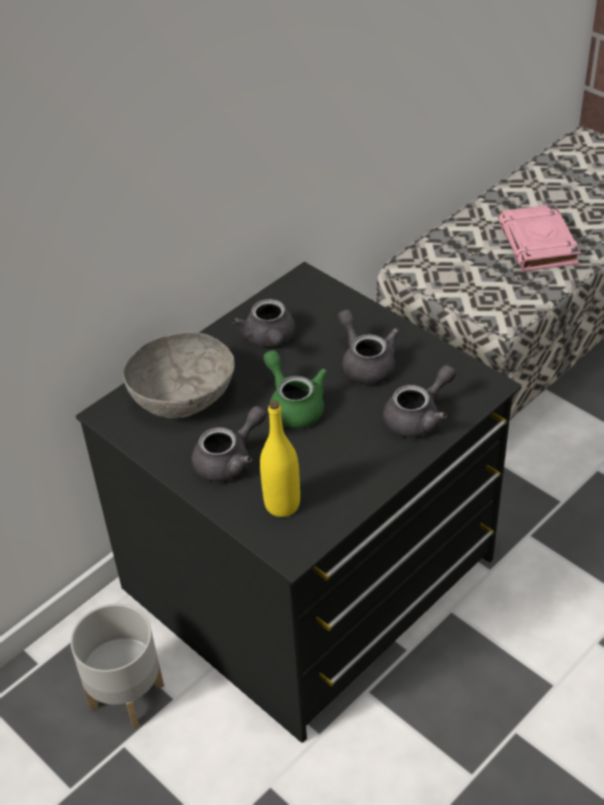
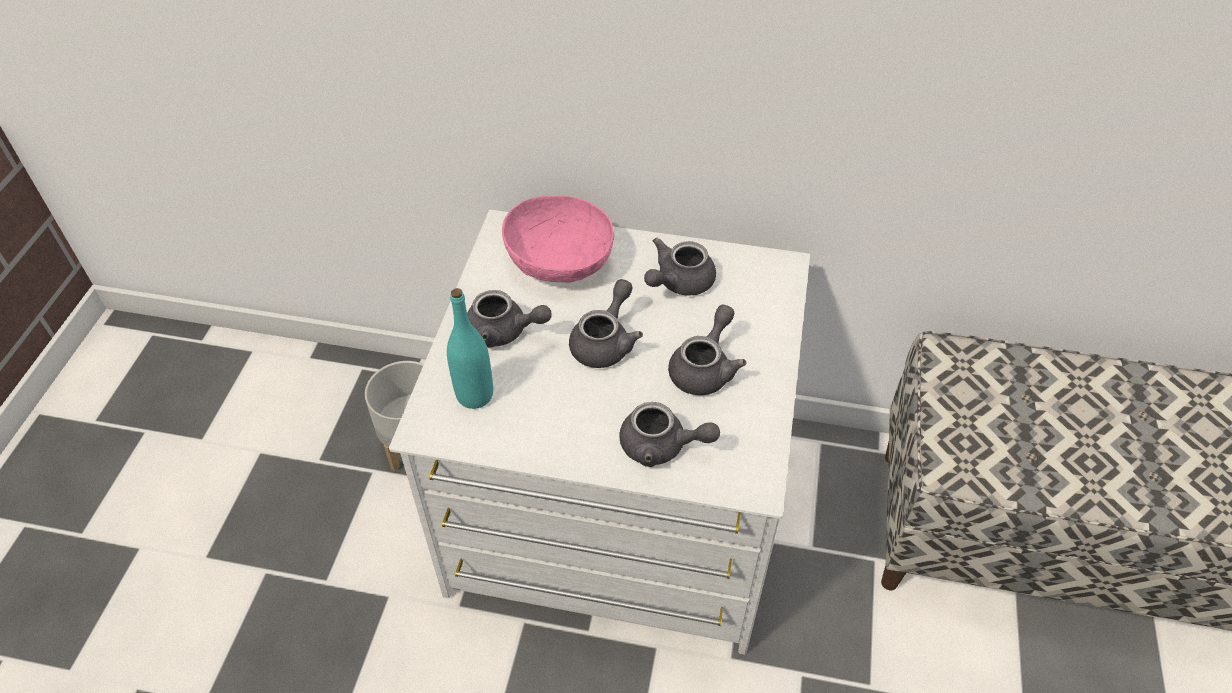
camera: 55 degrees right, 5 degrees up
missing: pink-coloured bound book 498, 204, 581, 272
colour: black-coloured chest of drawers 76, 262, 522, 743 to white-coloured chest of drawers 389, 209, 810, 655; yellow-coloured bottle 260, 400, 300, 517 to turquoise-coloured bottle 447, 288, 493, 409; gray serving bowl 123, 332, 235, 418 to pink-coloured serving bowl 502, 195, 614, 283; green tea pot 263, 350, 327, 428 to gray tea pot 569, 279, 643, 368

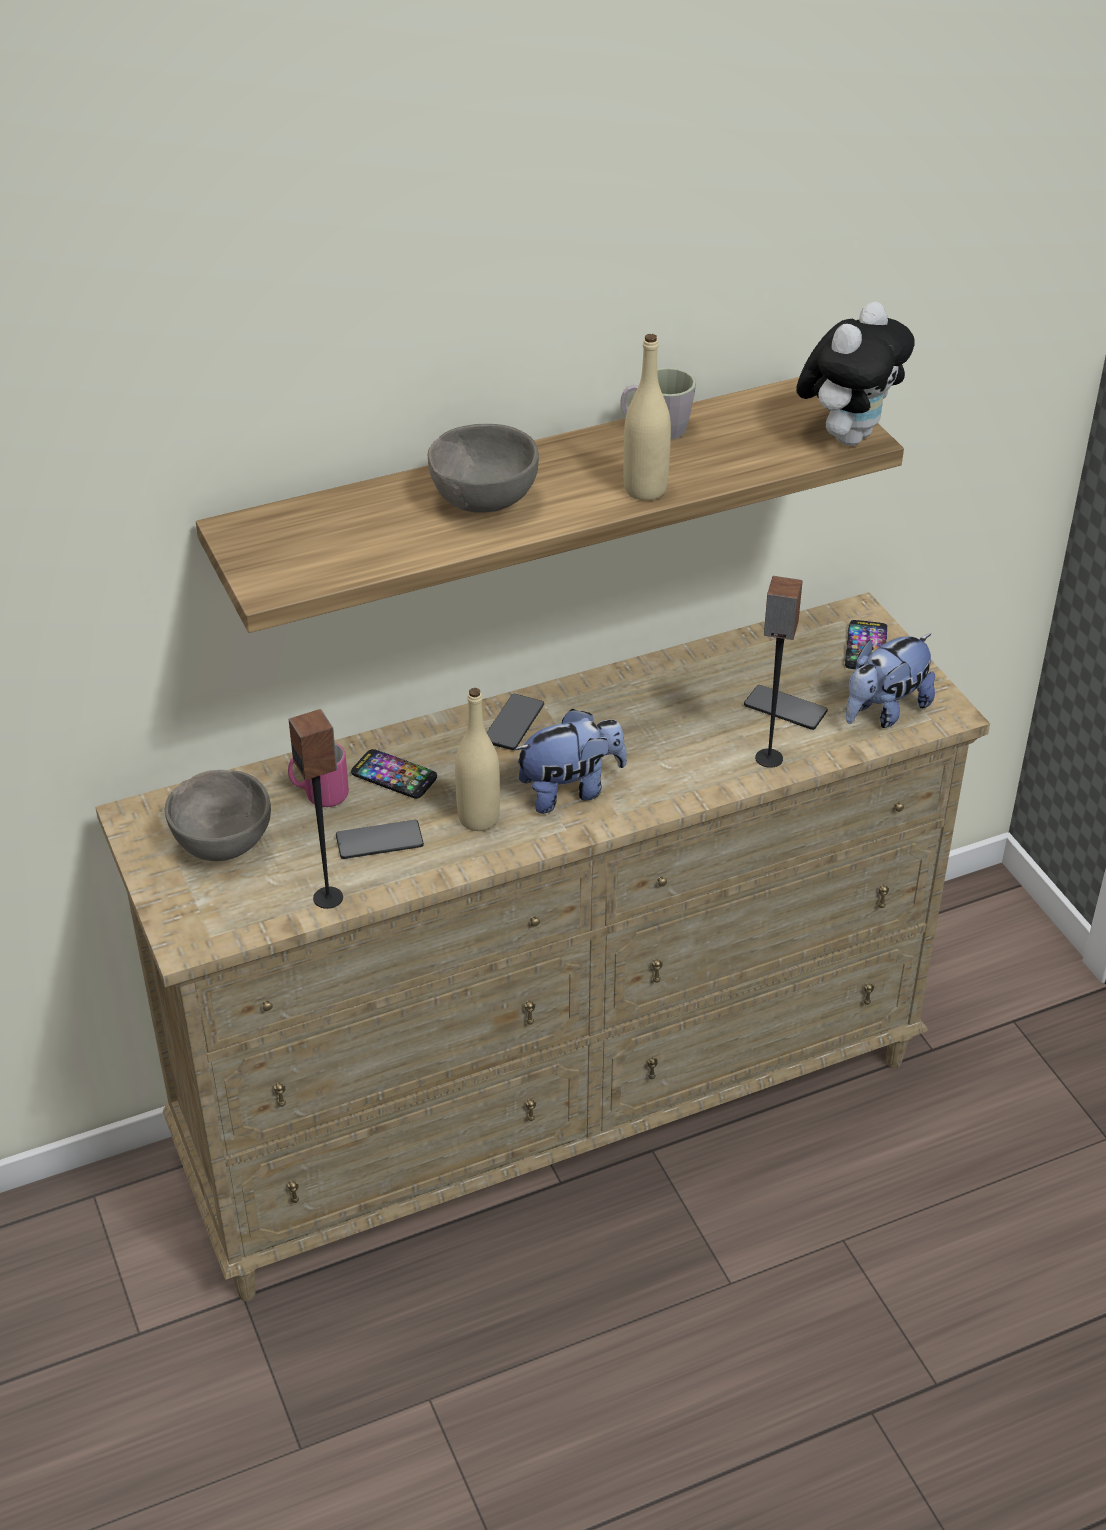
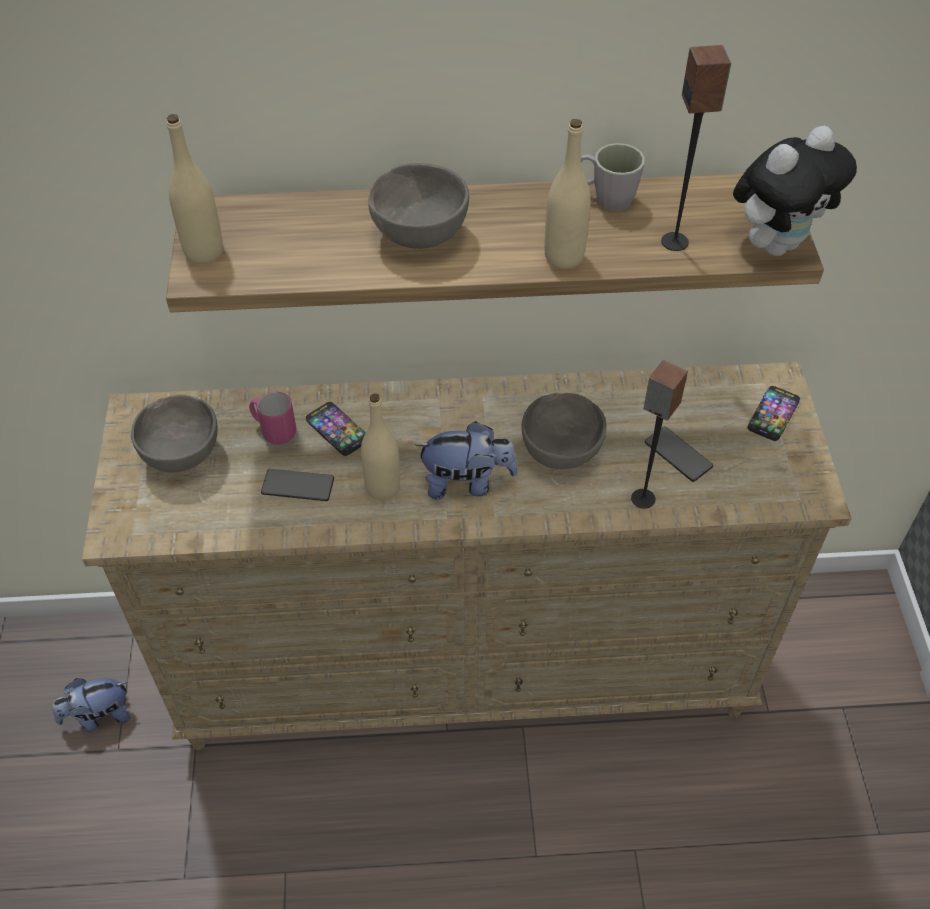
camera: 20 degrees right, 10 degrees up
missing: handset 486, 694, 544, 750
appeared: beige-coloured bottle 167, 114, 223, 264; gray serving bowl 521, 393, 607, 469
relocated: cuddly toy 846, 633, 935, 728 to 52, 678, 131, 732; audio speaker 289, 709, 343, 909 to 661, 45, 731, 251

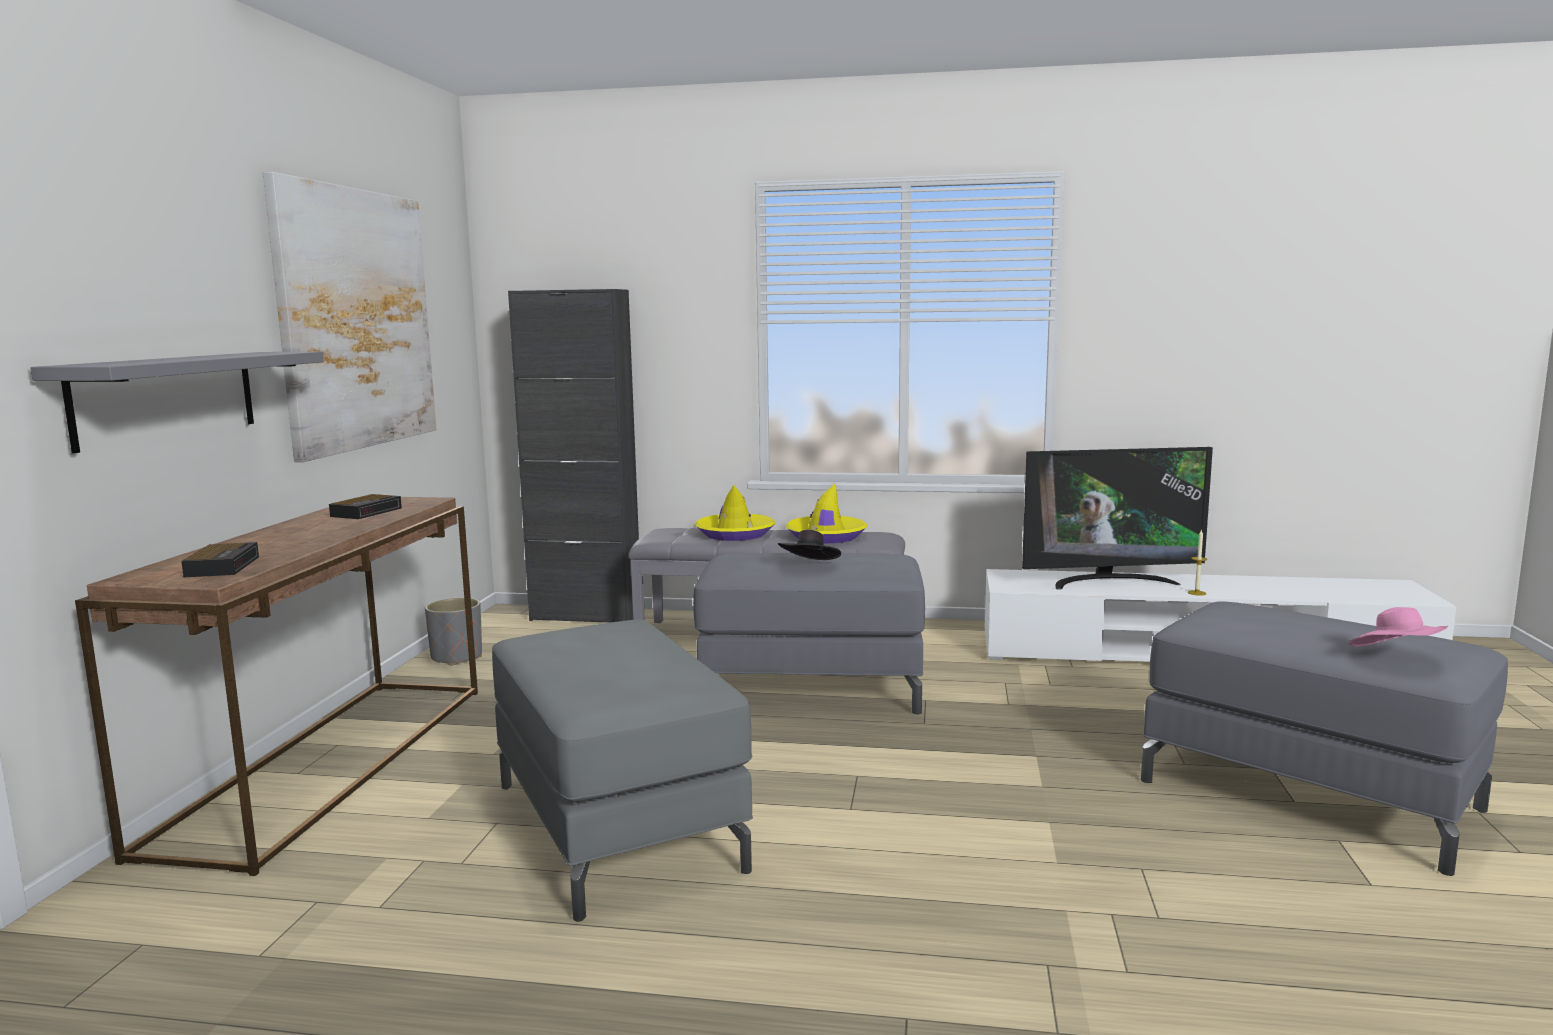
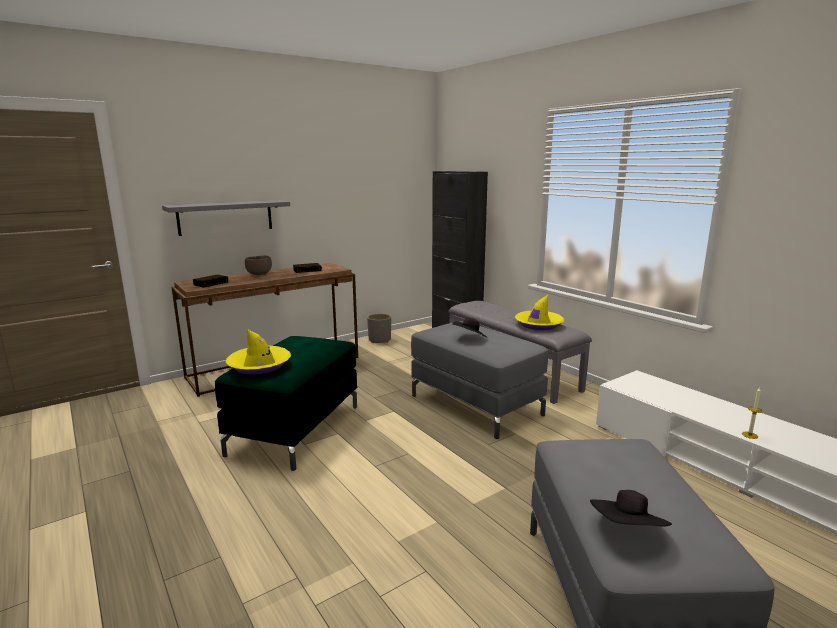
camera: 45 degrees right, 5 degrees up
missing: wall picture 263, 172, 437, 462; TV 1022, 447, 1213, 590
appeared: brown-coloured serving bowl 245, 255, 272, 275
relocated: yellow-coloured clothing hat 695, 485, 775, 541 to 226, 329, 291, 375
colour: gray ottoman 492, 619, 753, 922 to green ottoman 215, 336, 357, 471; pink-coloured clothing hat 1349, 607, 1449, 647 to black-coloured clothing hat 590, 490, 672, 527

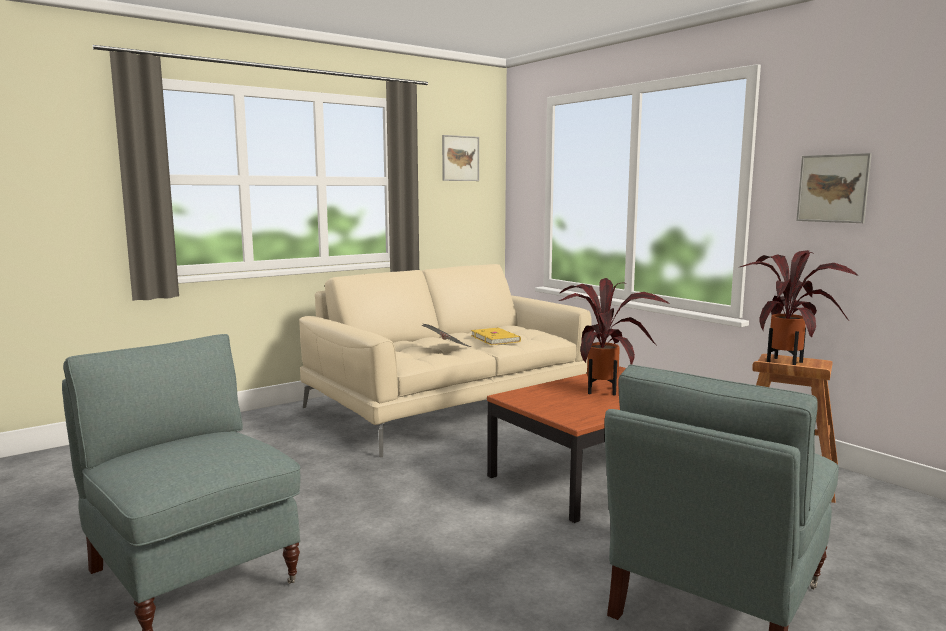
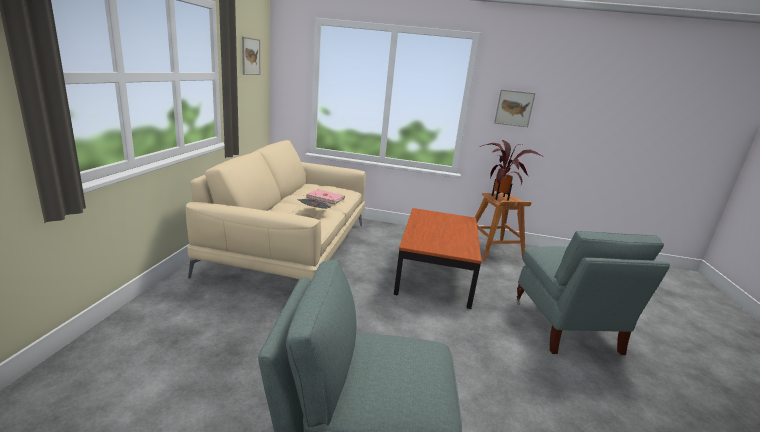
camera: 45 degrees left, 10 degrees up
missing: plant in a pot 559, 278, 670, 396
colour: yellow-coloured bound book 471, 328, 521, 345 to pink-coloured bound book 306, 189, 345, 205

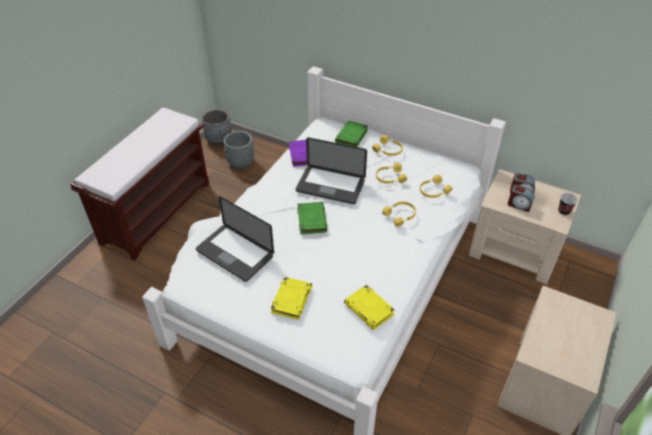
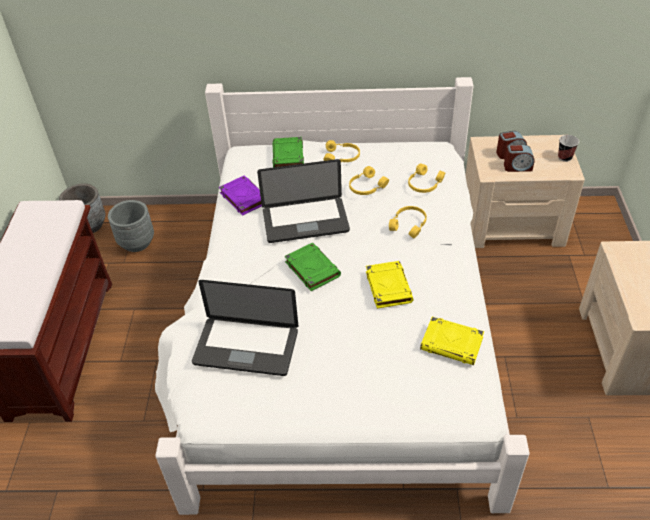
camera: 25 degrees left, 0 degrees up
relocated: yellow-coloured bound book 270, 277, 312, 320 to 366, 261, 414, 309

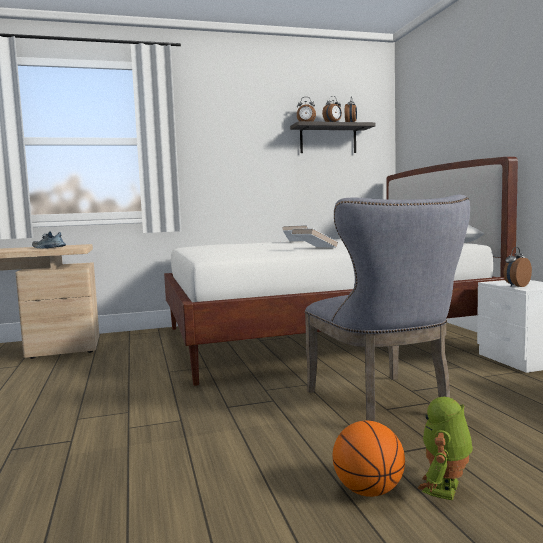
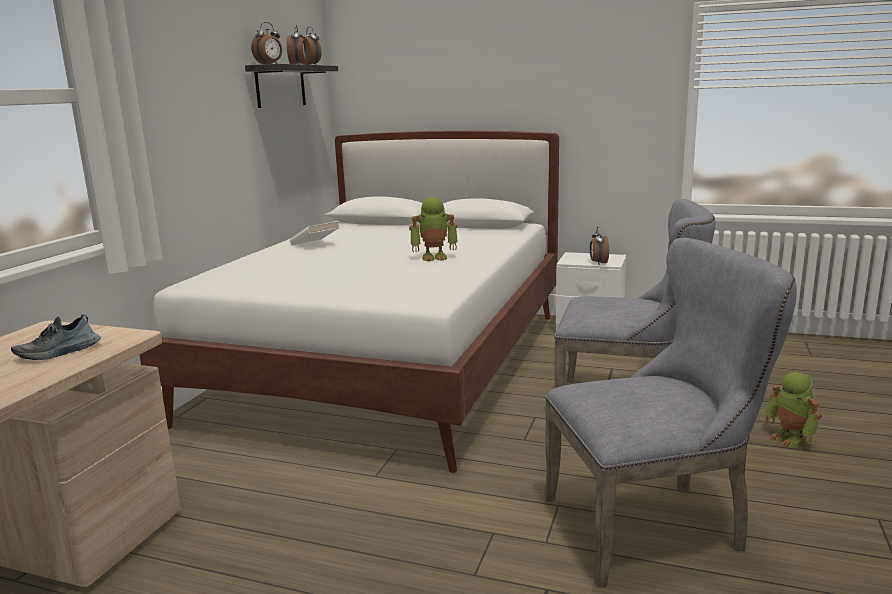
camera: 55 degrees left, 10 degrees up
missing: basketball 333, 421, 405, 497
appeared: gray plain chair 544, 238, 797, 588
exchanged: white-coloured bound book 291, 228, 338, 248 to model robot 409, 197, 458, 262

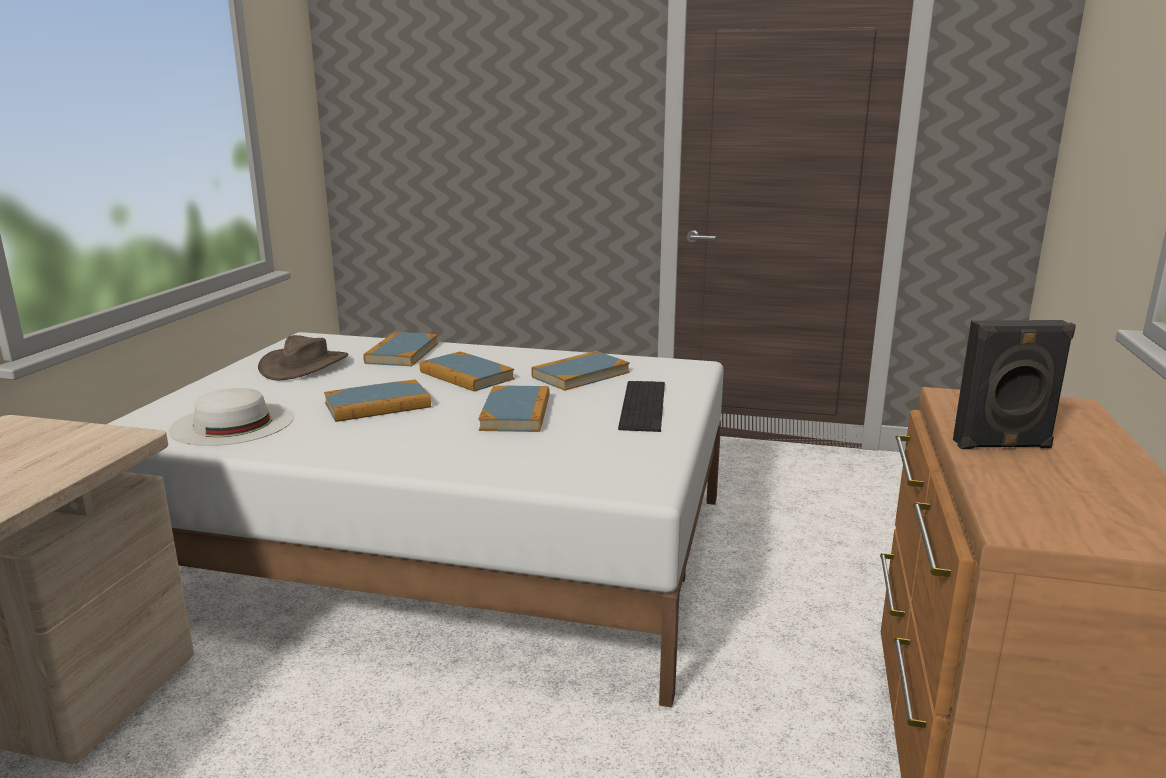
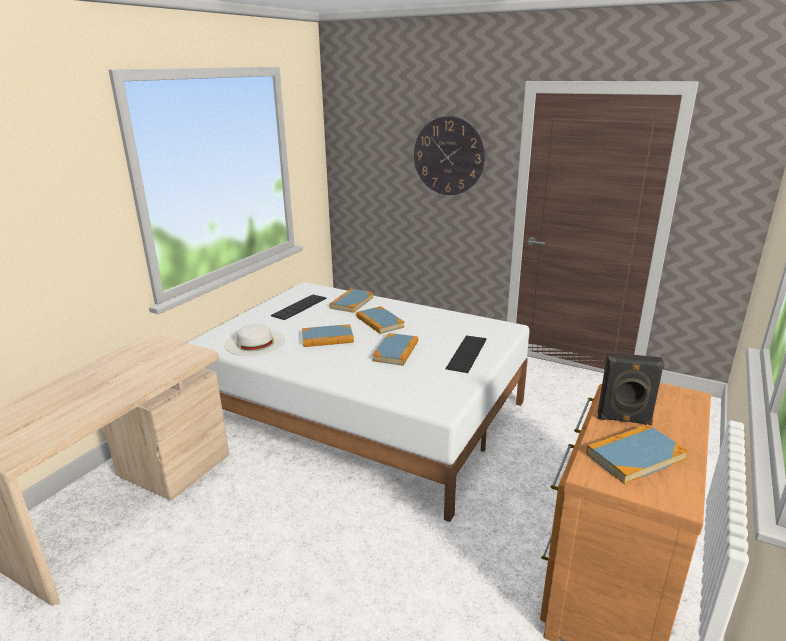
camera: 15 degrees right, 5 degrees up
appeared: clock on the wall 414, 116, 485, 195
relocated: bound book 531, 351, 630, 391 to 586, 424, 688, 484
exchanged: brown-coloured clothing hat 258, 335, 348, 381 to PC keyboard 271, 294, 327, 320

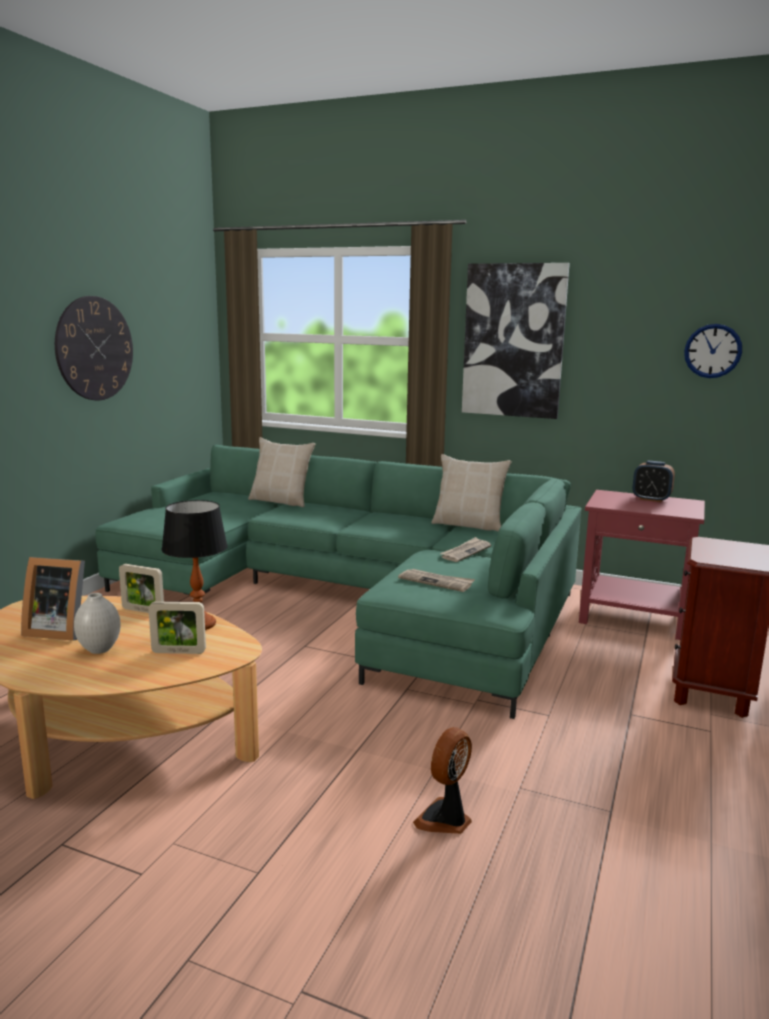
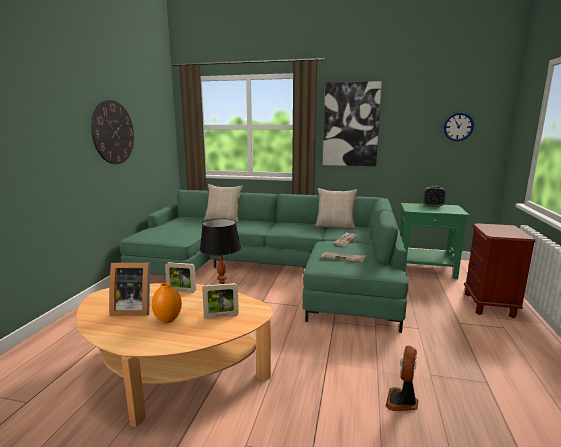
camera: 10 degrees left, 0 degrees up
colour: white-coloured vase 74, 593, 121, 654 to orange vase 152, 283, 182, 323; red-coloured accent table 579, 490, 705, 640 to green accent table 400, 203, 469, 279

